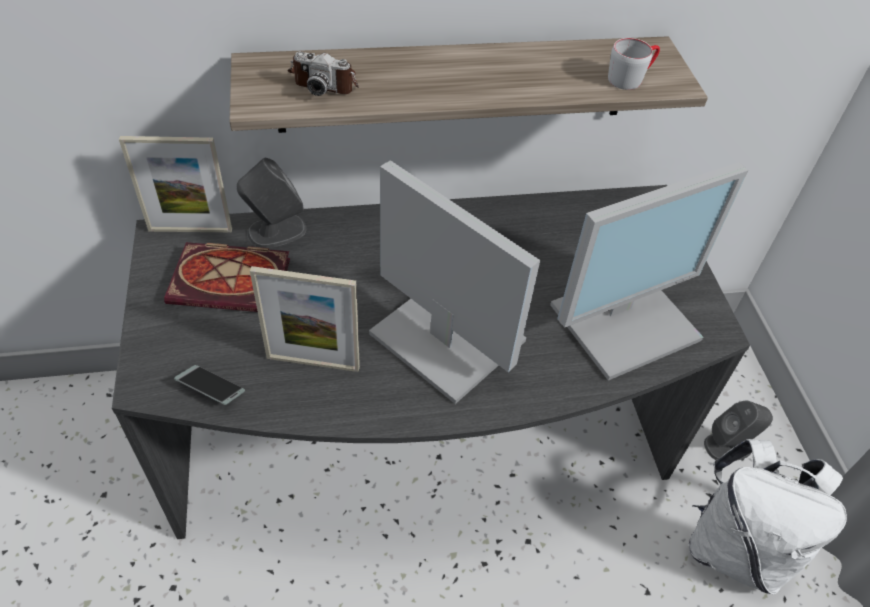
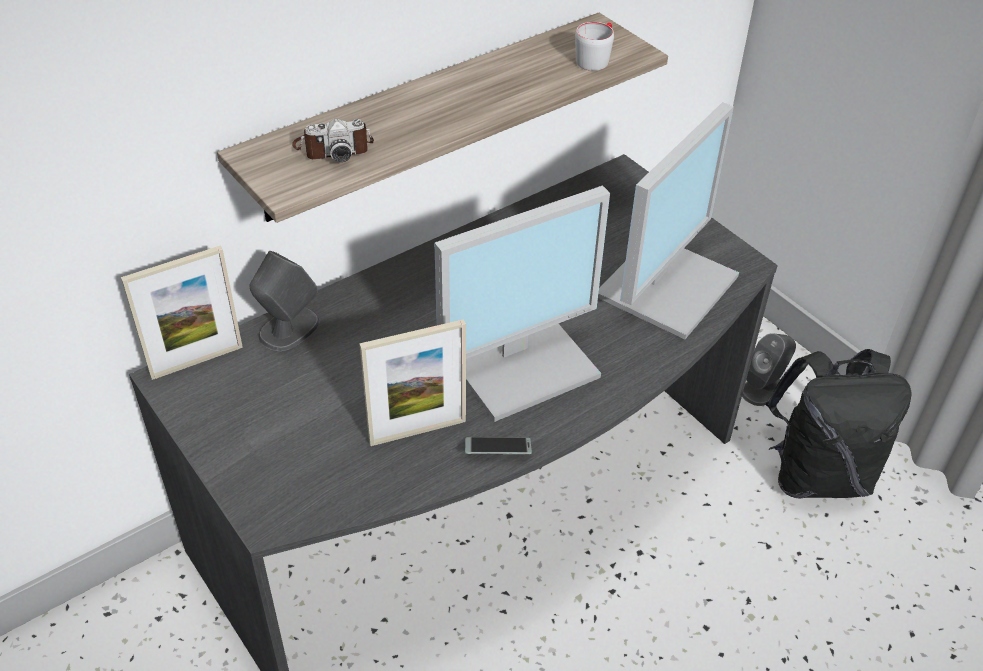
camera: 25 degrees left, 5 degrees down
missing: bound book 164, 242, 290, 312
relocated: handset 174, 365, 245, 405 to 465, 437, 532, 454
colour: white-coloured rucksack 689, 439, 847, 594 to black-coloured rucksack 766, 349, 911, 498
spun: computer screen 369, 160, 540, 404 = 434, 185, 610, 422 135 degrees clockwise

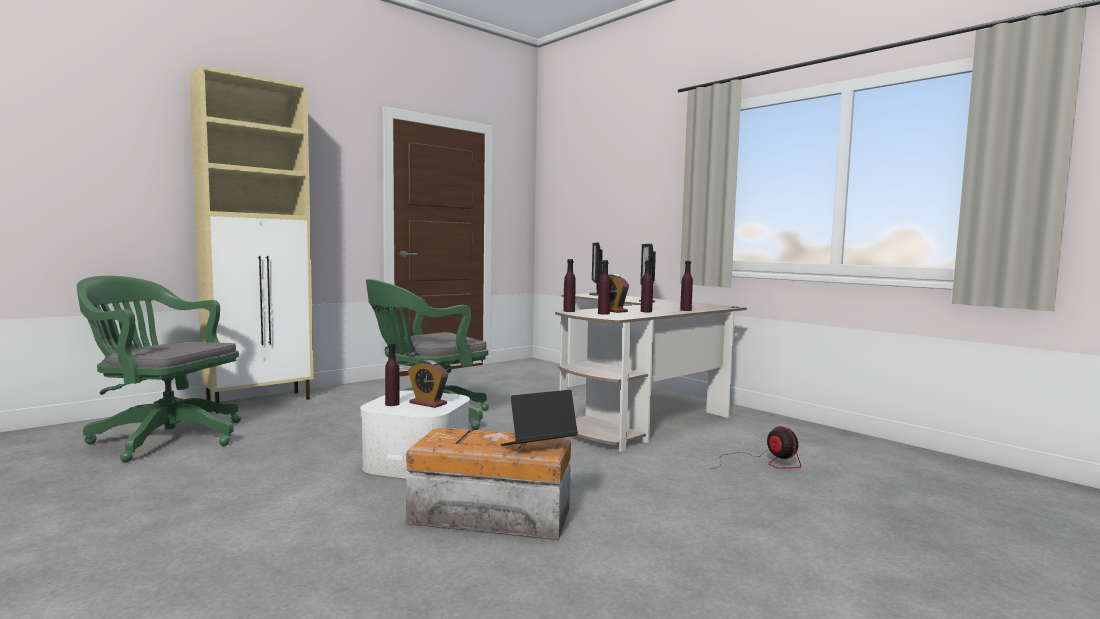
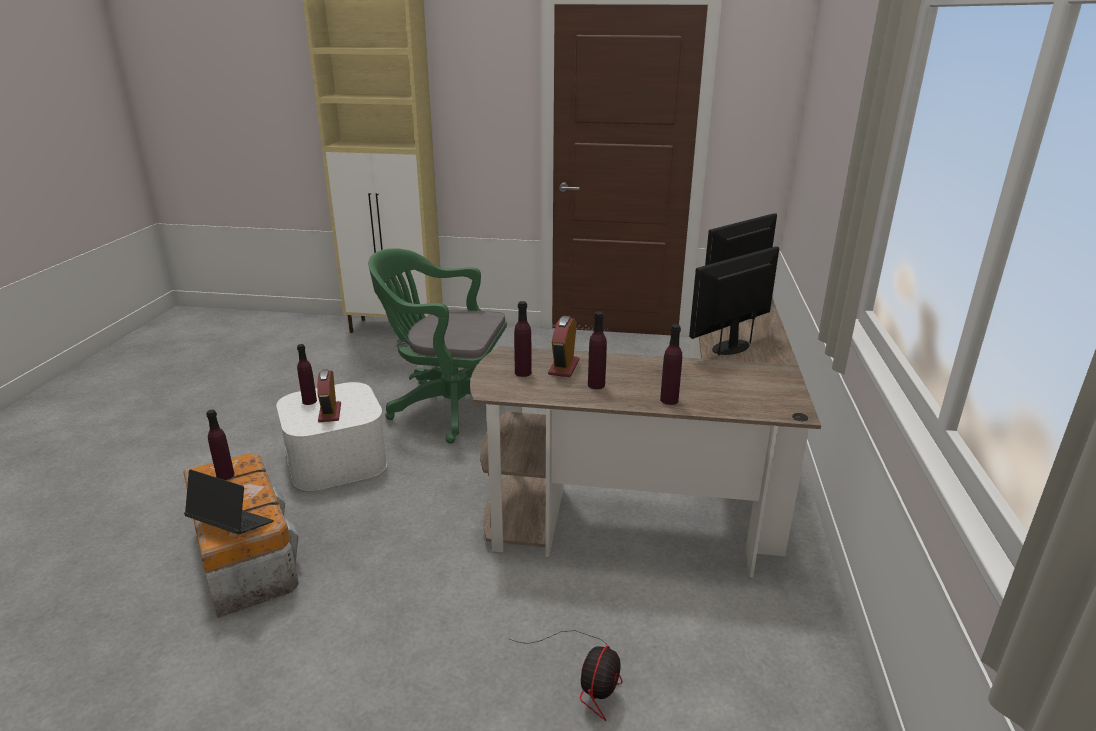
camera: 50 degrees right, 20 degrees up
missing: green office chair 77, 276, 241, 462
relocated: purple bottle 563, 259, 576, 312 to 206, 410, 234, 480

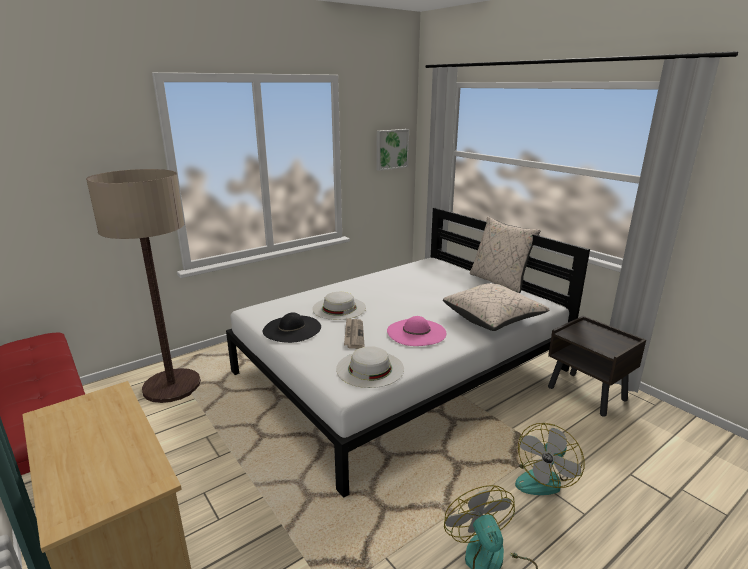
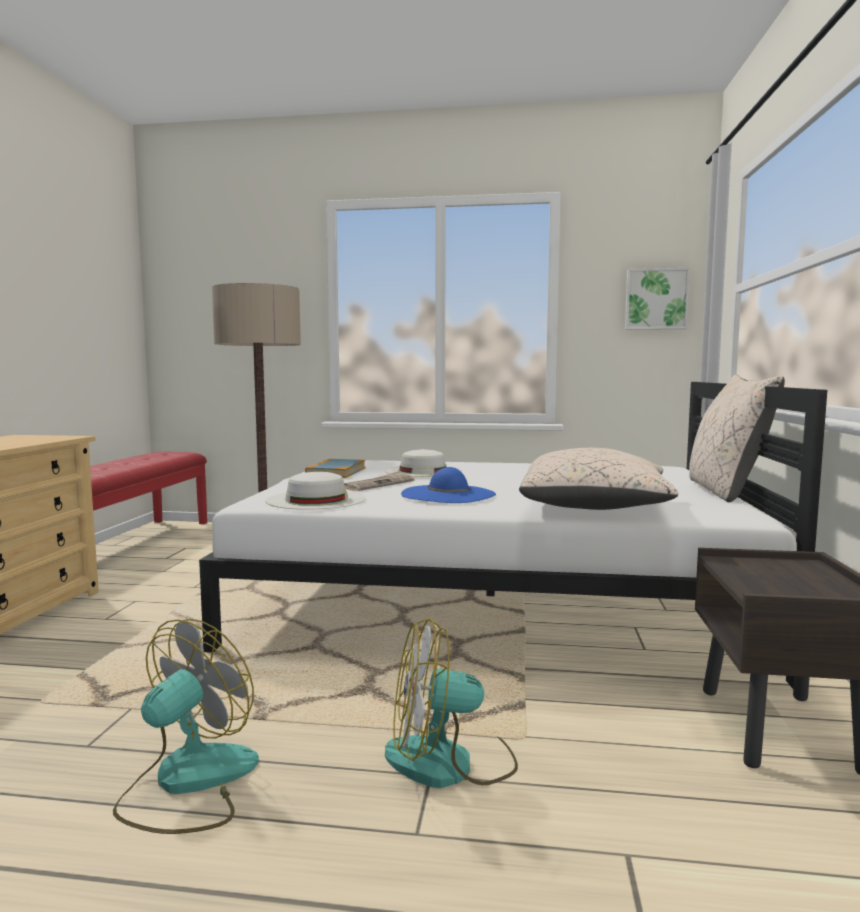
camera: 45 degrees right, 15 degrees down
exchanged: black-coloured clothing hat 263, 313, 321, 343 to bound book 305, 459, 365, 478
colour: pink-coloured clothing hat 387, 316, 446, 346 to blue clothing hat 401, 467, 496, 503

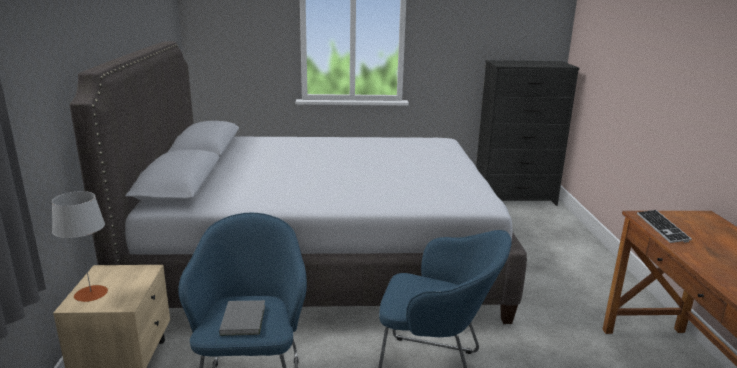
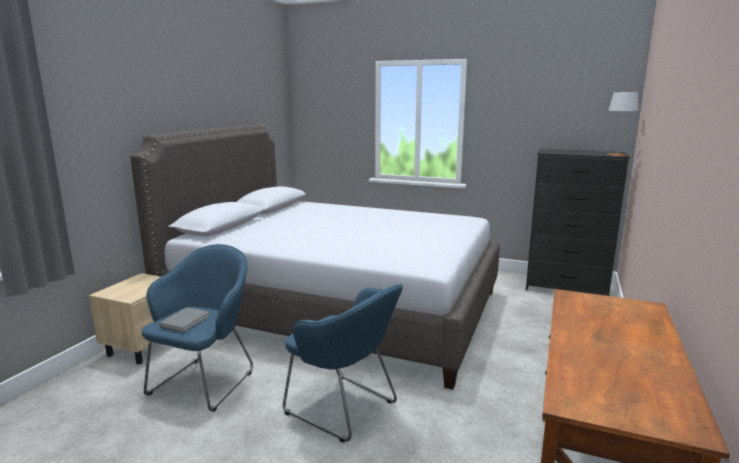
camera: 25 degrees right, 5 degrees down
missing: PC keyboard 637, 210, 692, 243
relocated: gray tabletop lamp 52, 191, 108, 302 to 608, 92, 639, 156

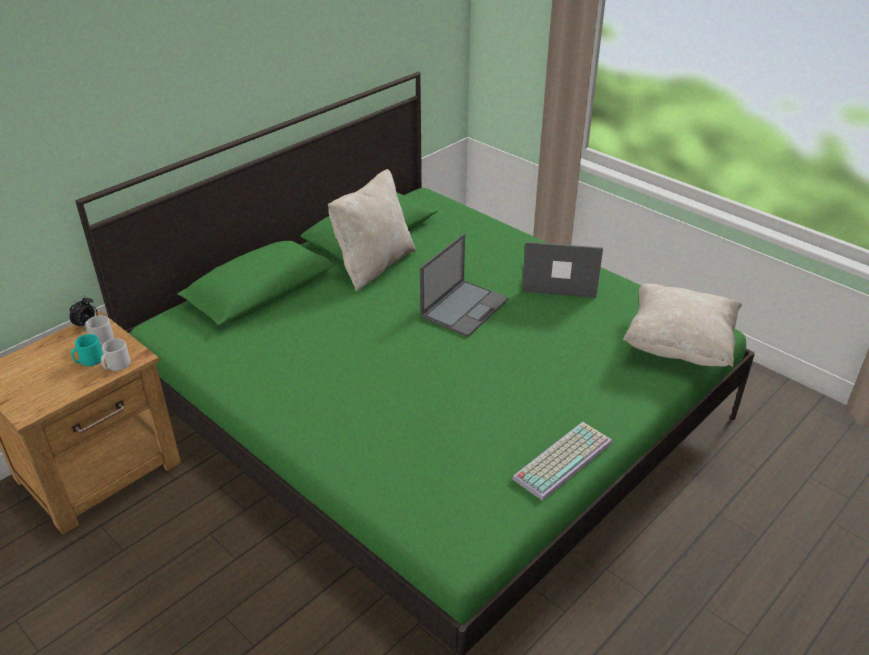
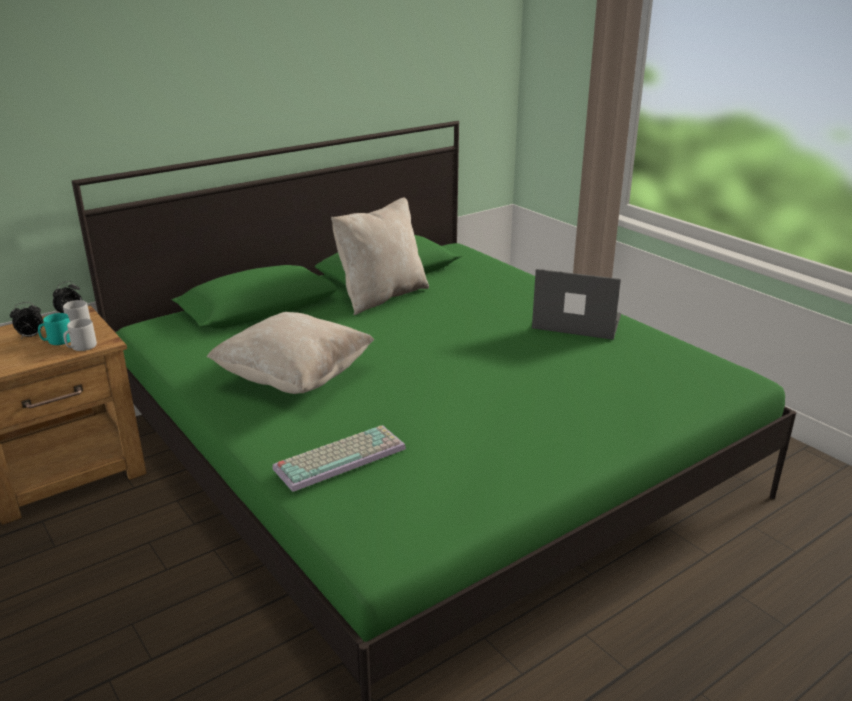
camera: 10 degrees right, 10 degrees down
missing: portable computer 420, 233, 509, 337
appeared: bedside clock 10, 302, 43, 339
relocated: beige-coloured pillow 623, 284, 742, 367 to 207, 312, 374, 394; PC keyboard 512, 422, 612, 501 to 272, 425, 406, 492

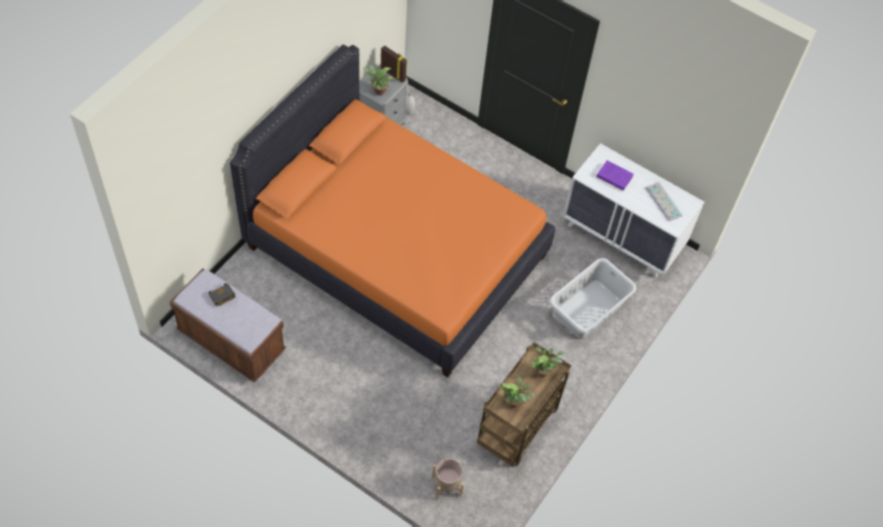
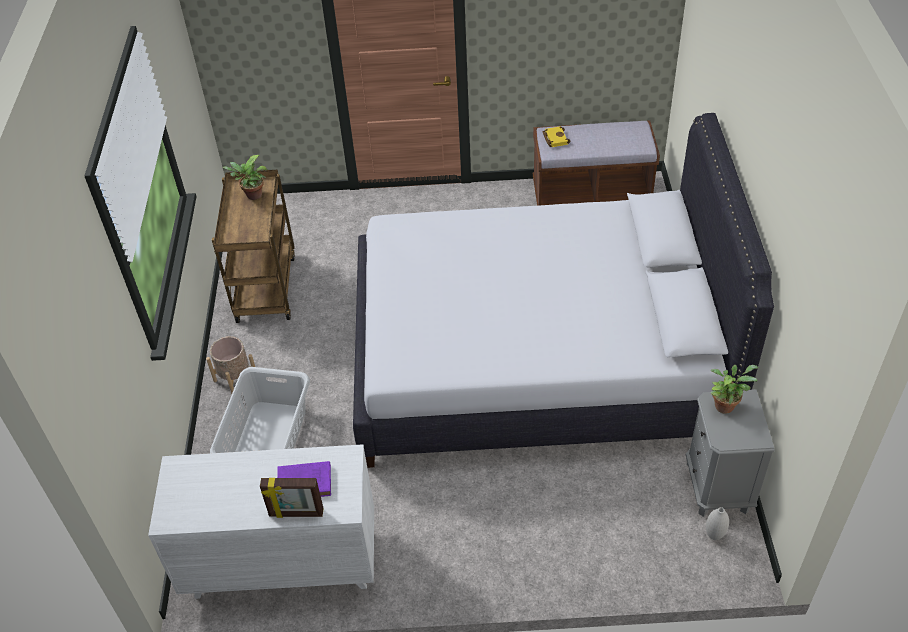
camera: 150 degrees right, 10 degrees down
missing: black-coloured bound book 208, 283, 236, 306; plant in a pot 530, 347, 566, 378; PC keyboard 646, 182, 683, 221
appeared: yellow-coloured bound book 543, 126, 571, 147
relocated: beige-coloured flower pot 432, 458, 464, 500 to 206, 336, 255, 394; photo frame 381, 45, 407, 83 to 260, 478, 324, 518
colour: orange bed 230, 45, 555, 378 to white-coloured bed 353, 113, 774, 468

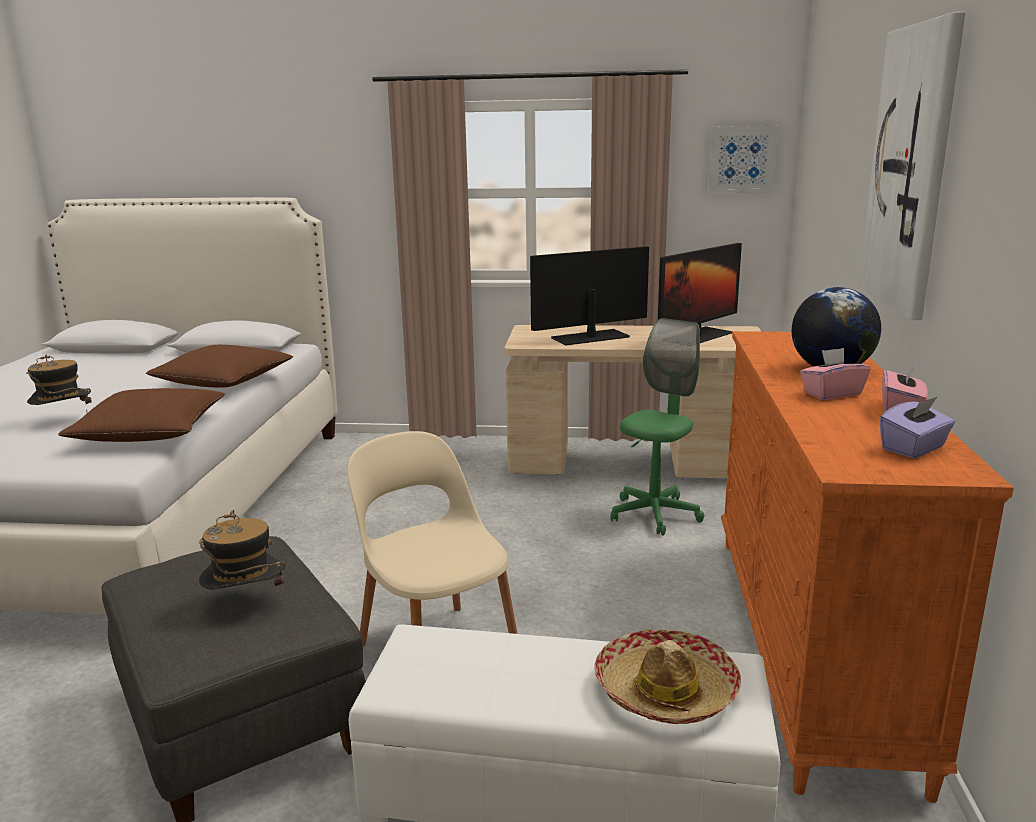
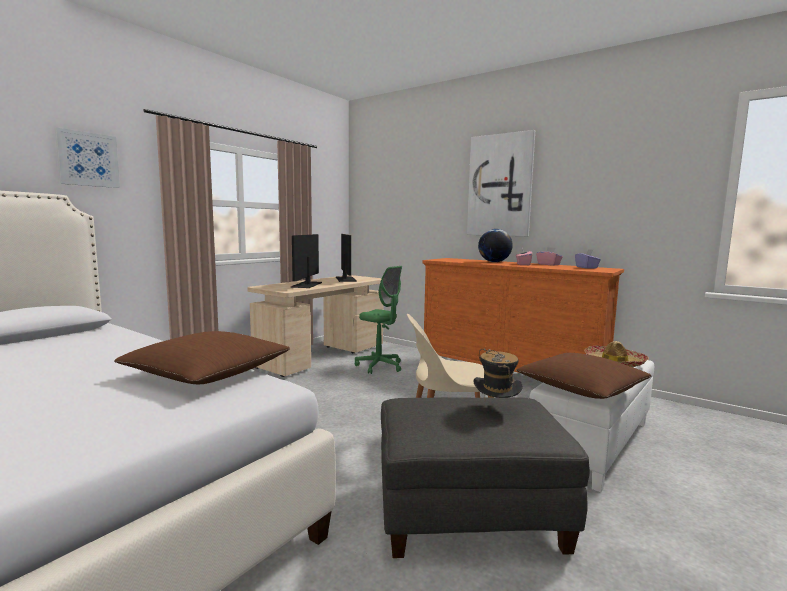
camera: 60 degrees left, 10 degrees down
missing: clothing hat 26, 354, 92, 413
relocated: wall picture 708, 126, 778, 193 to 55, 128, 120, 188; brown-coloured pillow 146, 345, 293, 388 to 516, 353, 652, 399
spun: green office chair 611, 318, 704, 536 = 355, 266, 402, 374 150 degrees clockwise

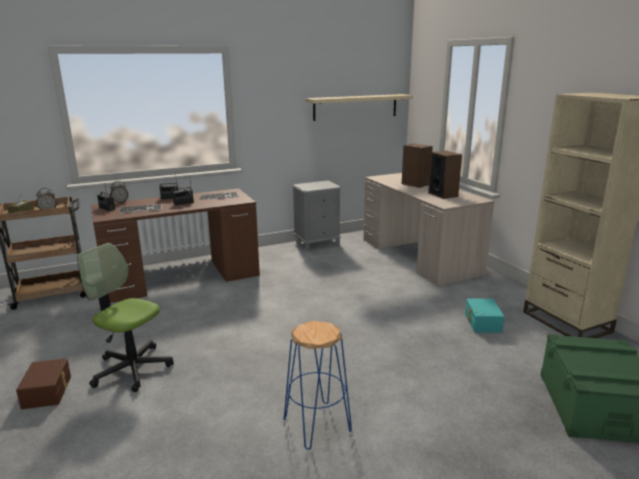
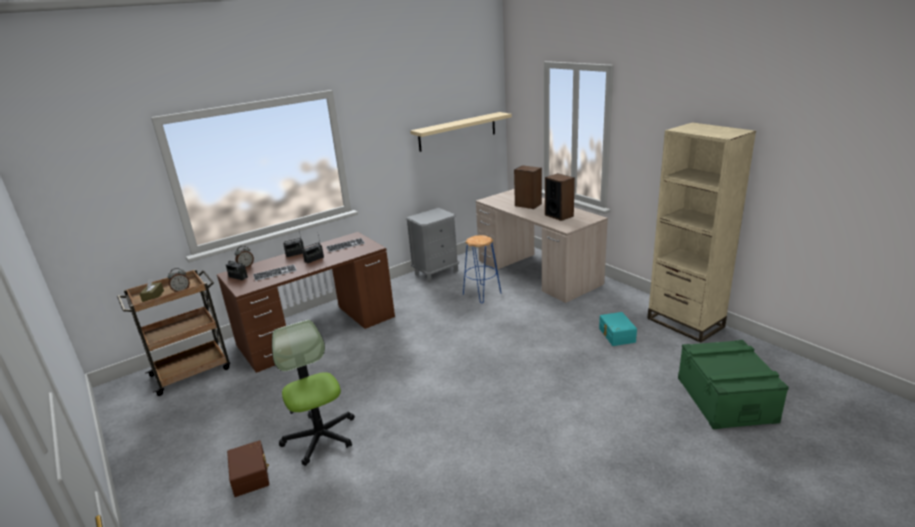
camera: 10 degrees left, 5 degrees up
relocated: blue stool seat 284, 321, 352, 450 to 463, 235, 501, 303
spun: office chair 77, 243, 174, 392 = 272, 320, 355, 466 45 degrees clockwise

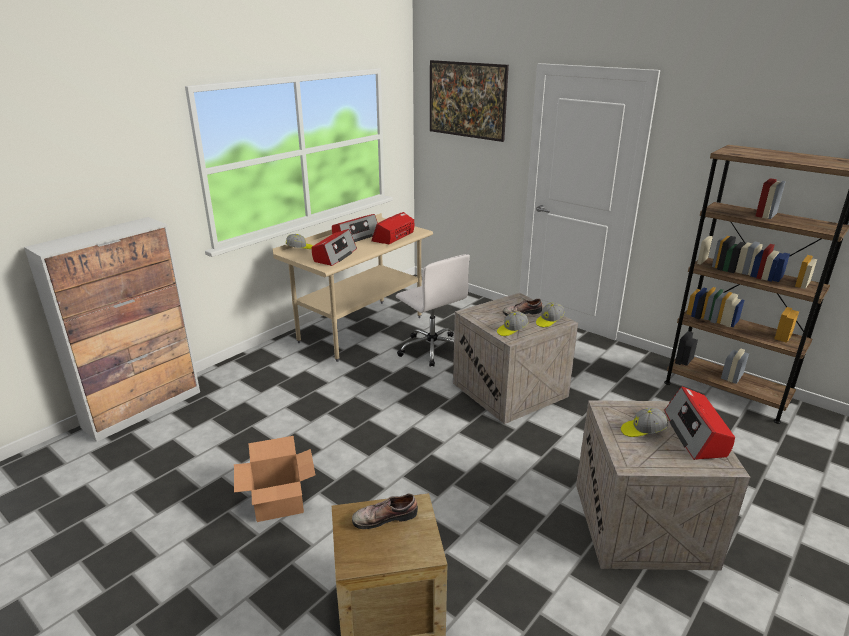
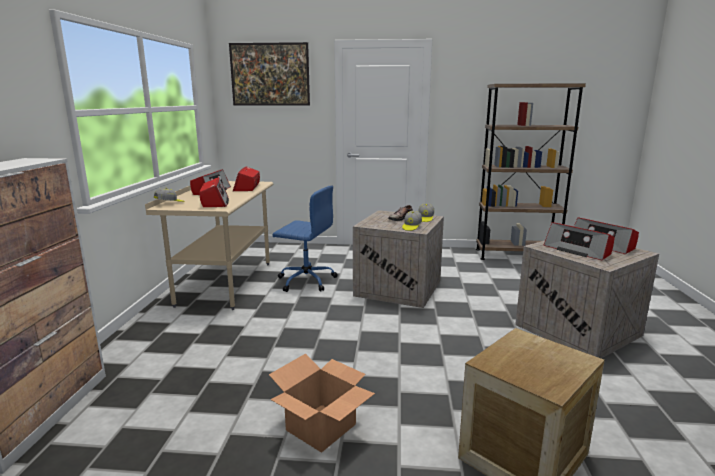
camera: 35 degrees left, 10 degrees down
missing: item of footwear 352, 494, 418, 529
exchanged: peaked cap 621, 408, 668, 437 to radio set 544, 222, 615, 260
colour: white-coloured office chair 396, 254, 470, 367 to blue office chair 273, 186, 338, 292

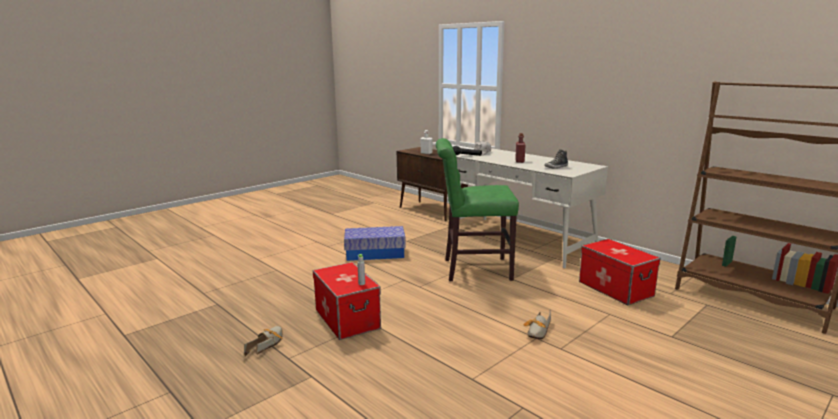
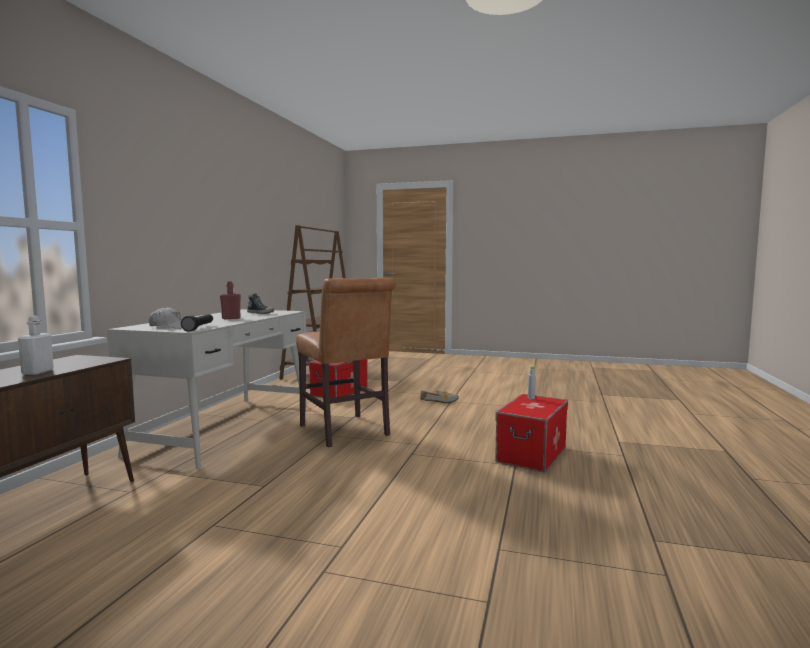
camera: 120 degrees left, 10 degrees down
missing: item of footwear 244, 326, 283, 357; storage container 344, 226, 406, 261
colour: green plain chair 436, 138, 519, 281 to brown-coloured plain chair 296, 277, 396, 448

